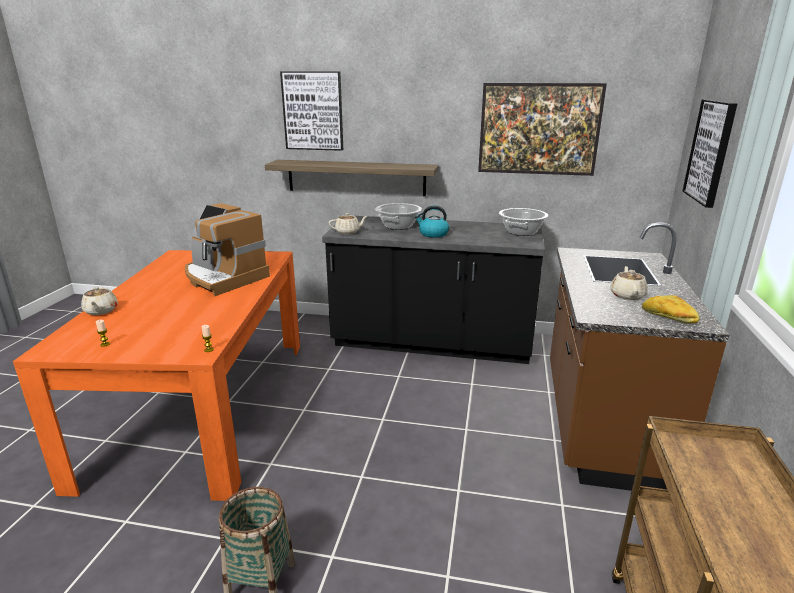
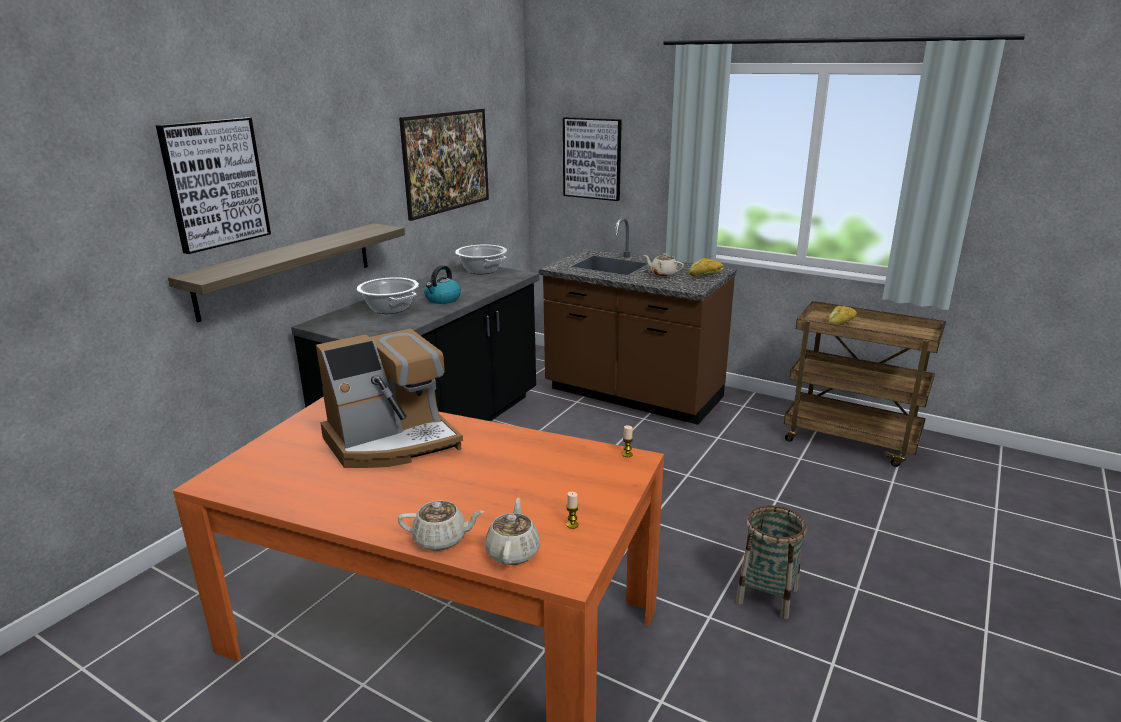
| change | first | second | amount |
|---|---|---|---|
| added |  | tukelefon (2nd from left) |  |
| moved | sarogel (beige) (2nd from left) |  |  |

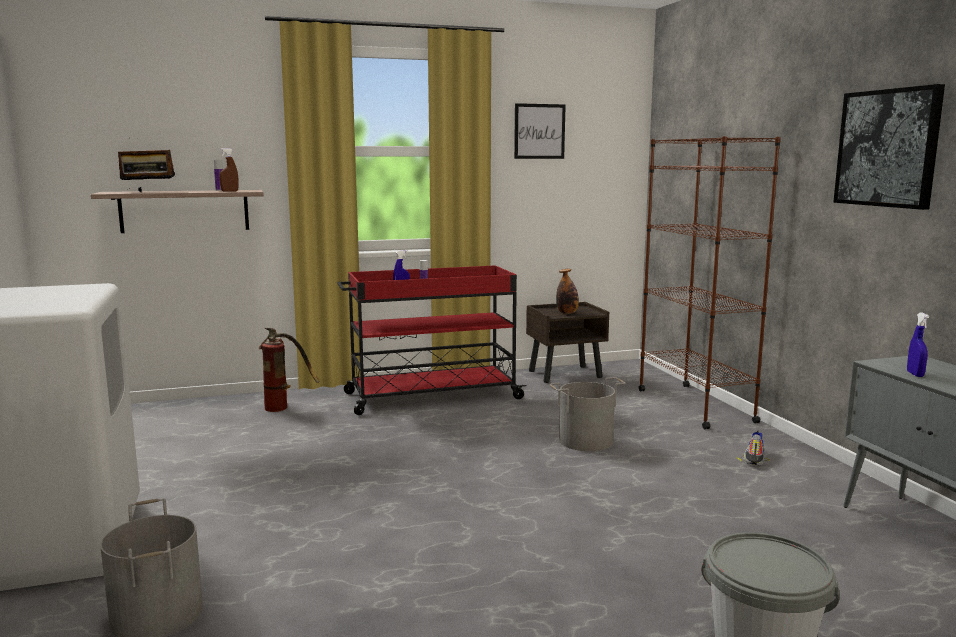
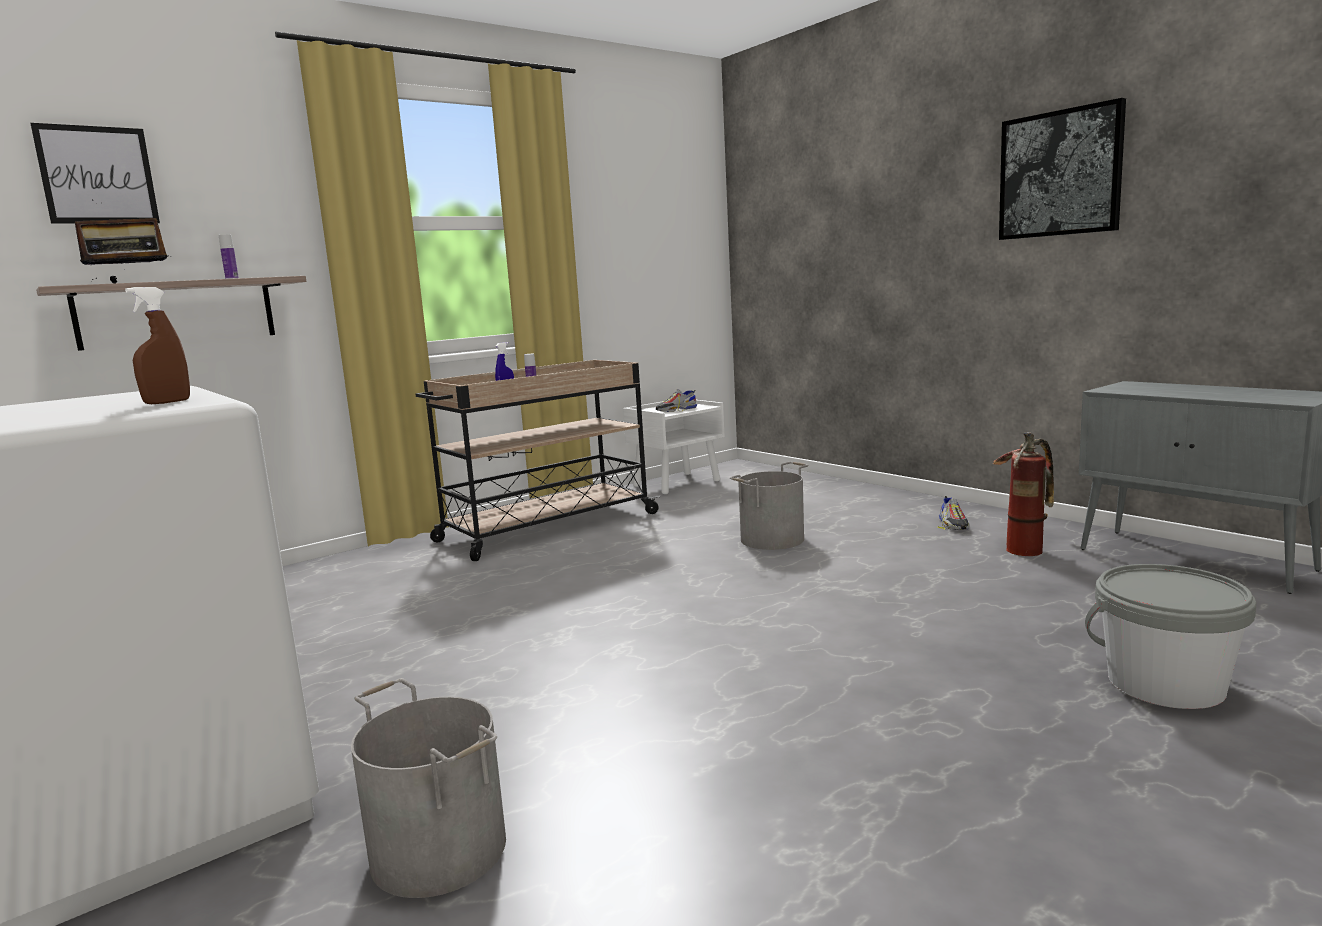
| change | first | second | amount |
|---|---|---|---|
| removed | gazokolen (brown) |  |  |
| removed | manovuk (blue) (2nd from left) |  |  |
| moved | manovuk (brown) |  |  |
| moved | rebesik |  |  |
| moved | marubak (1st from left) |  |  |
| replaced | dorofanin (3rd from left) | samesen (1st from left) |  |
| recoloured | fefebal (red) | fefebal (beige) |  |
| recoloured | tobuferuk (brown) | tobuferuk (white) |  |

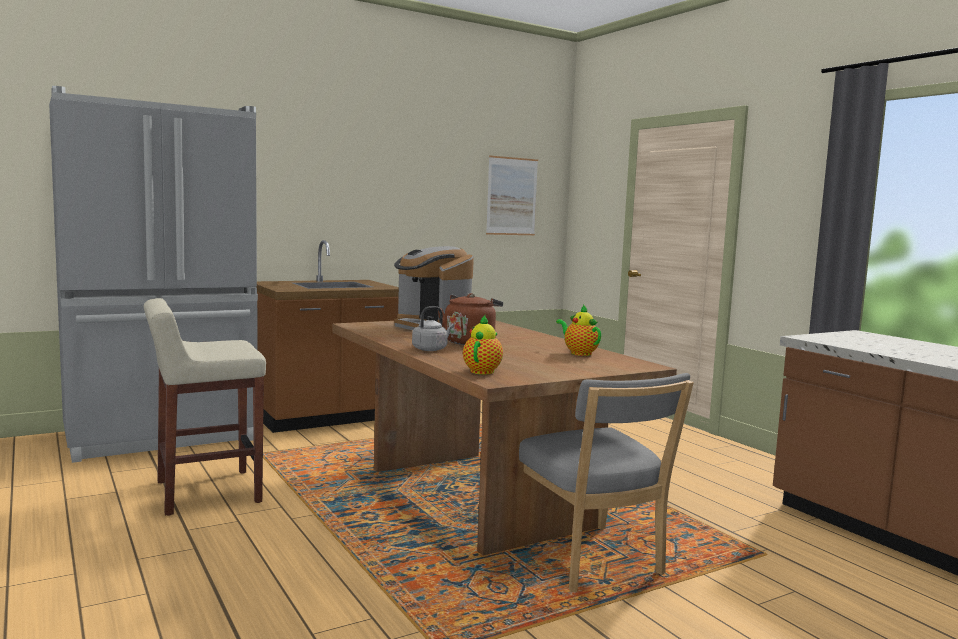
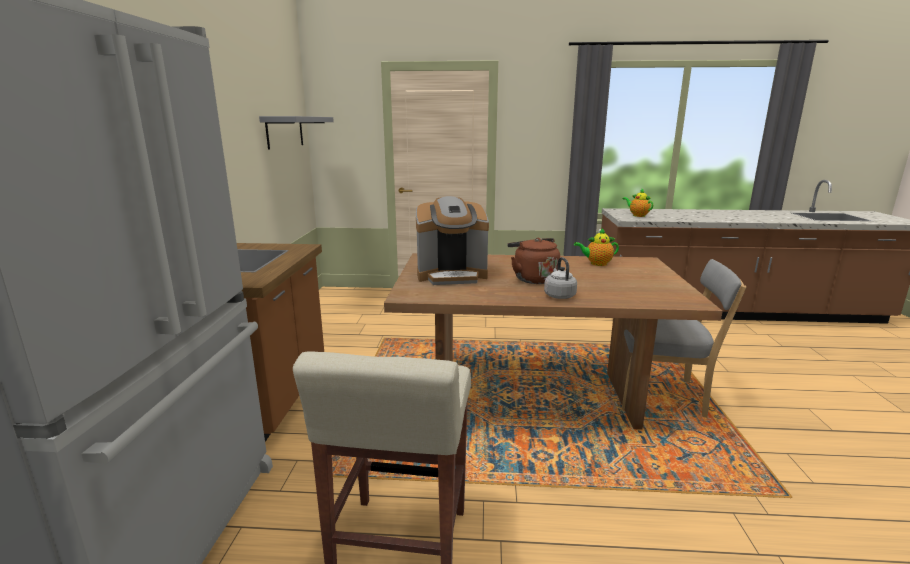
| change | first | second | amount |
|---|---|---|---|
| moved | sarogel (1st from left in the first image) | sarogel (2nd from left) |  |
| replaced | marubak | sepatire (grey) |  |

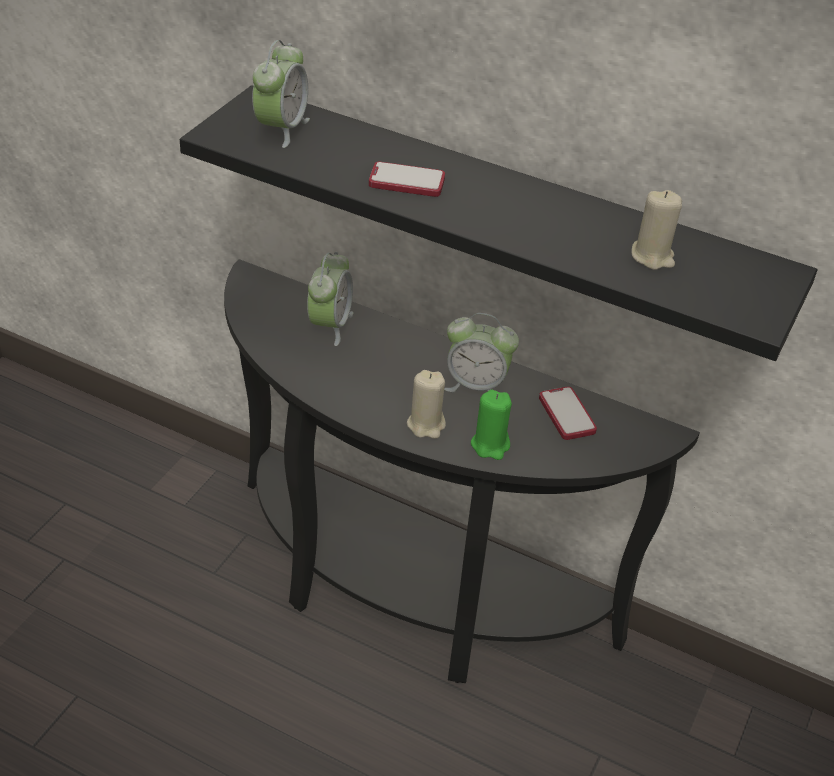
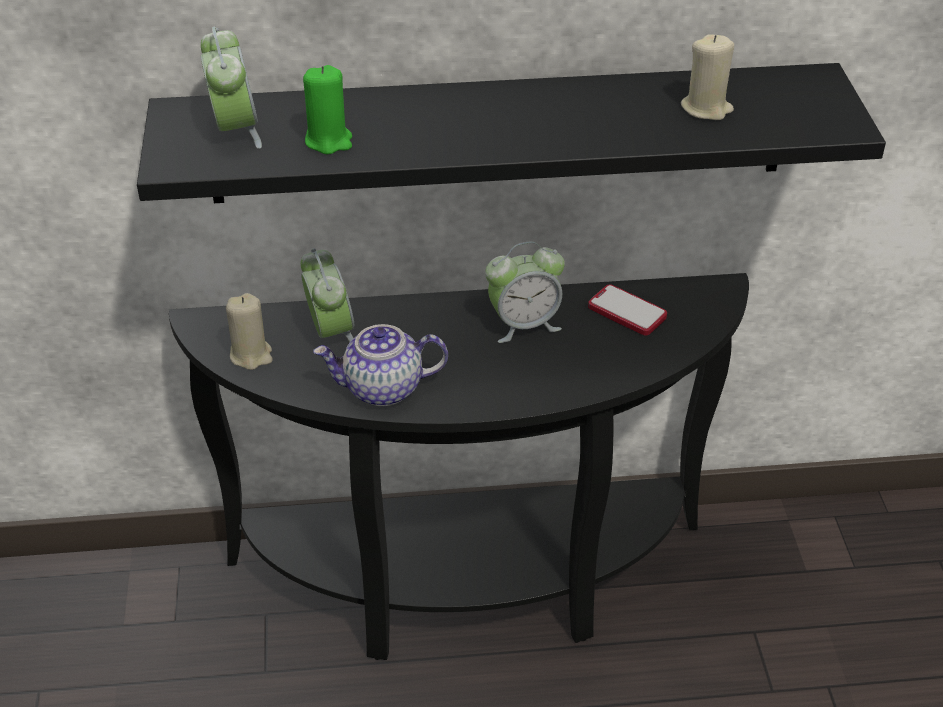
| change | first | second | amount |
|---|---|---|---|
| removed | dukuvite (1st from left) |  |  |
| added |  | sarogel |  |
| moved | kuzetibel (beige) (1st from left) |  |  |
| moved | kuzetibel (green) |  |  |

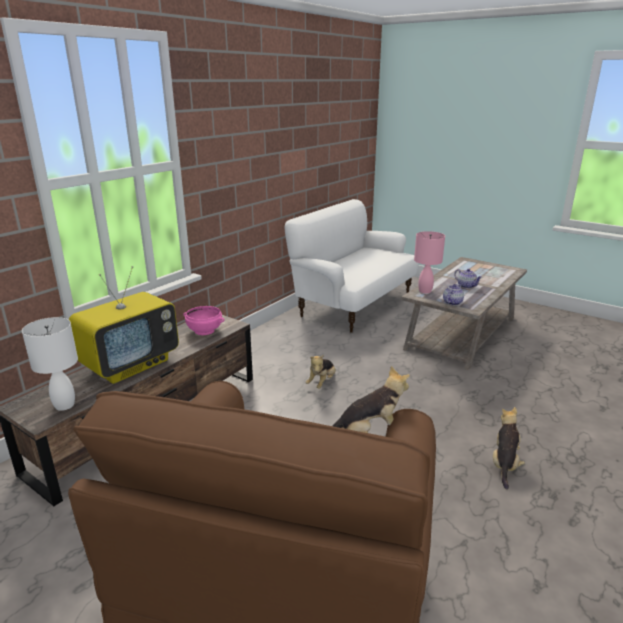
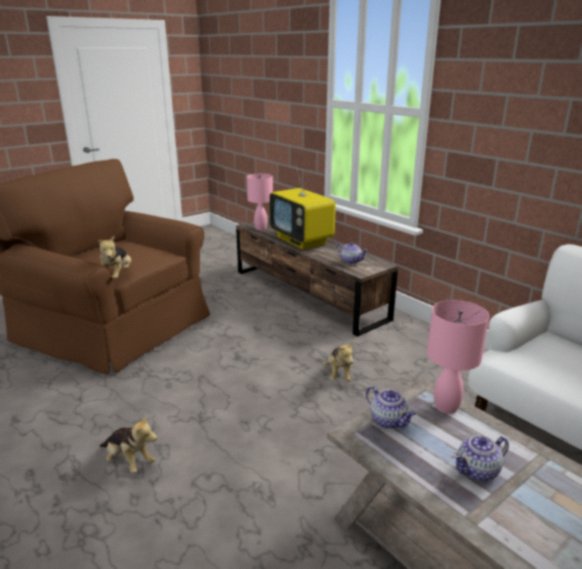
| change | first | second | amount |
|---|---|---|---|
| replaced | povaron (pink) | sarogel (1st from left) |  |
| recoloured | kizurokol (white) | kizurokol (pink) (1st from left) |  |
| turned | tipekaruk (1st from left in the first image) | tipekaruk (3rd from left) | 135 degrees counterclockwise |

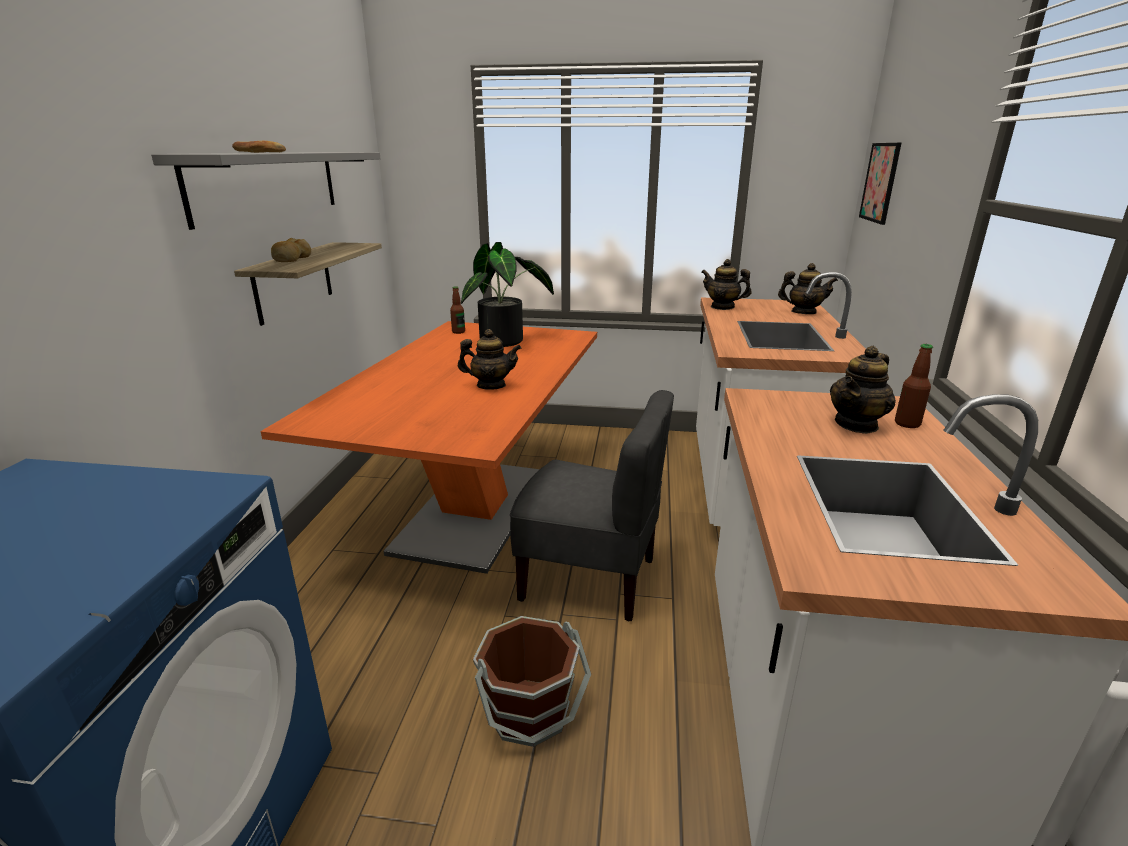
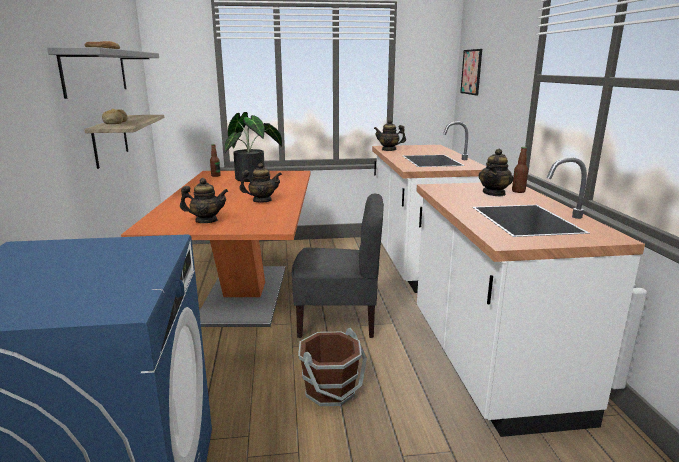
| change | first | second | amount |
|---|---|---|---|
| moved | sarogel (3rd from left in the first image) | sarogel (1st from left) |  |

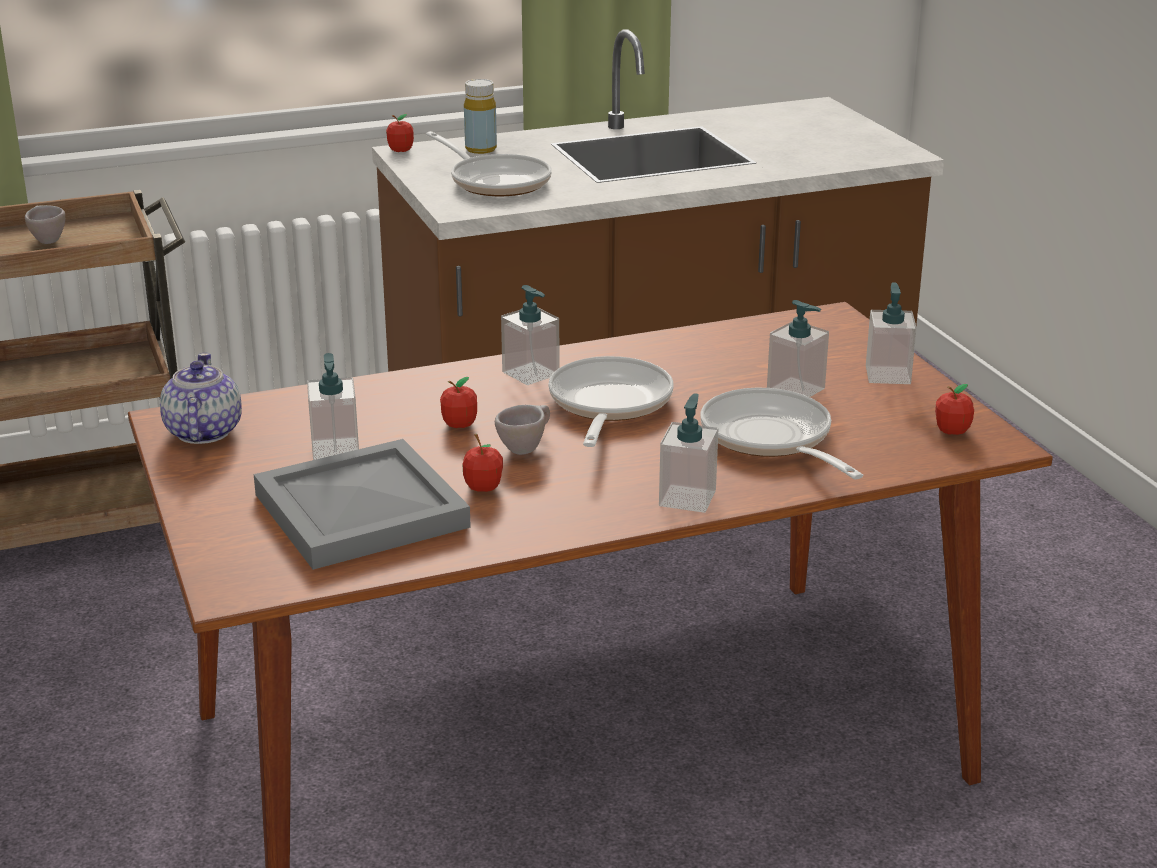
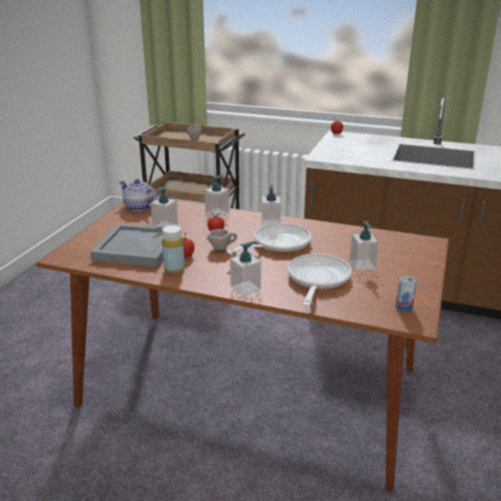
| change | first | second | amount |
|---|---|---|---|
| removed | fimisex (1st from left) |  |  |
| moved | dorofanin (yellow) |  |  |
| moved | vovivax (5th from left in the first image) | vovivax (2nd from left) |  |
| replaced | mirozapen (4th from left) | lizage |  |
| turned | sarogel |  | 90 degrees counterclockwise |

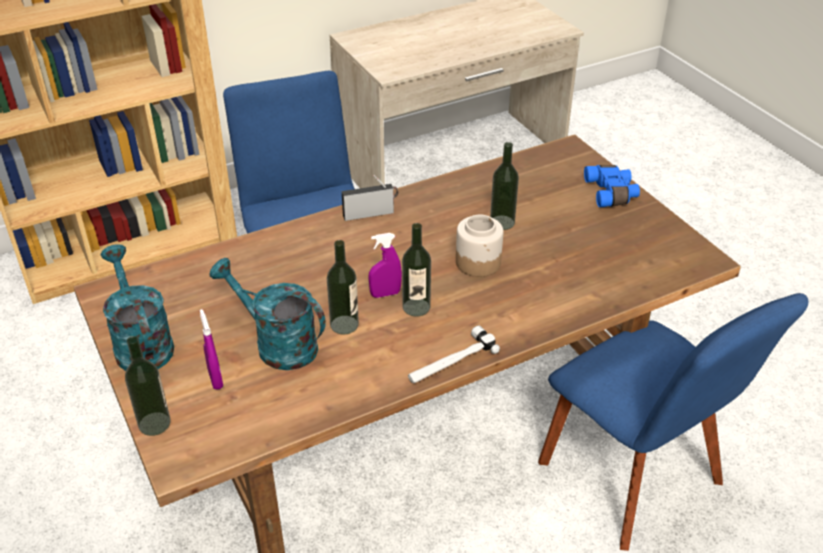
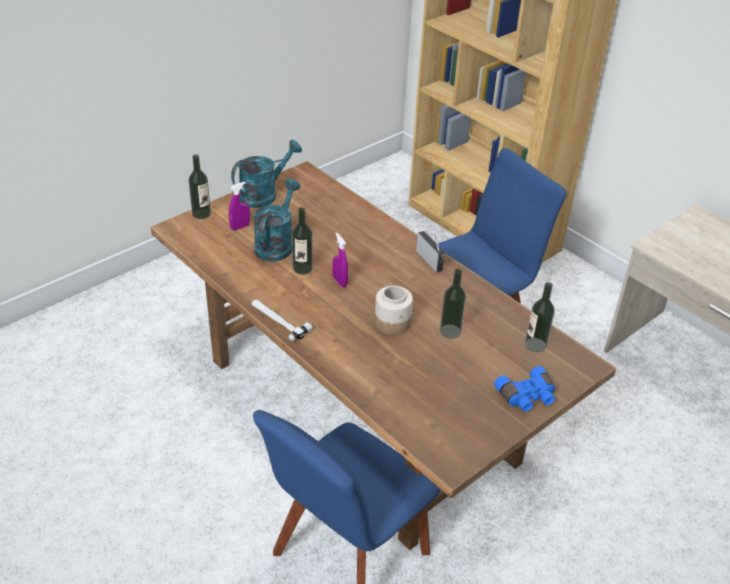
| change | first | second | amount |
|---|---|---|---|
| moved | dorofanin (3rd from left in the first image) | dorofanin (4th from left) |  |

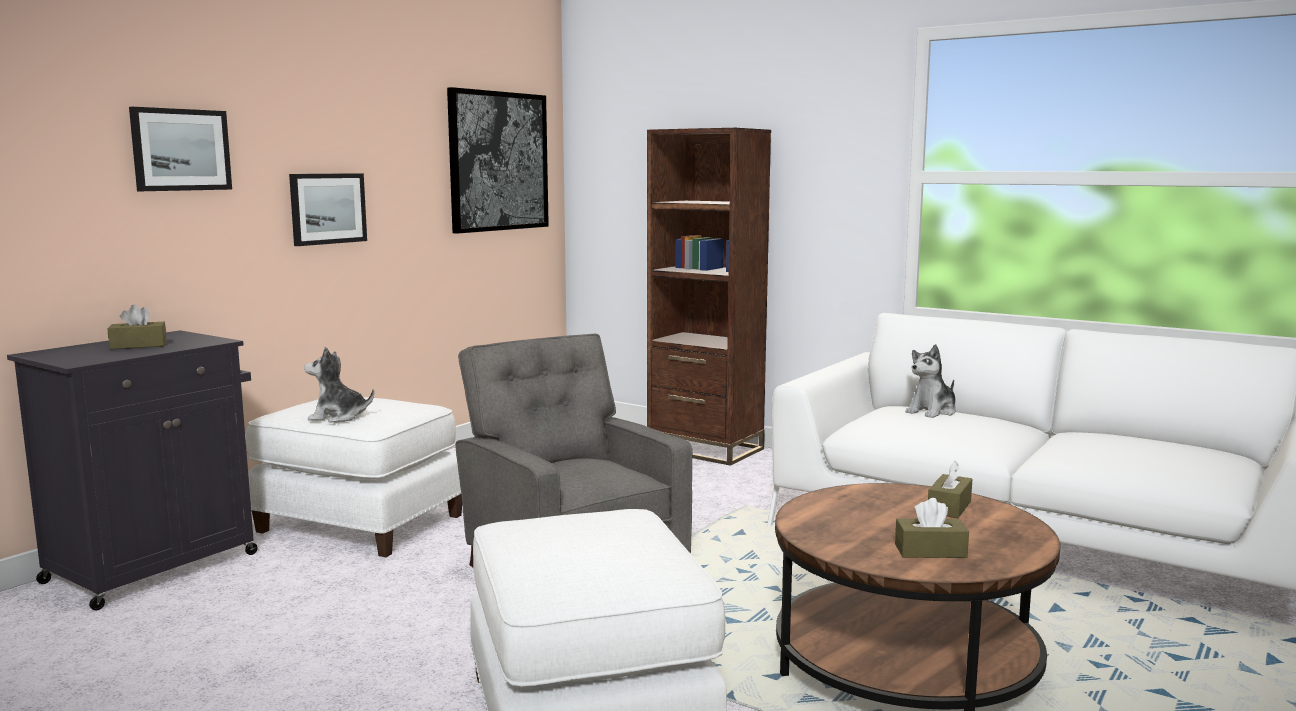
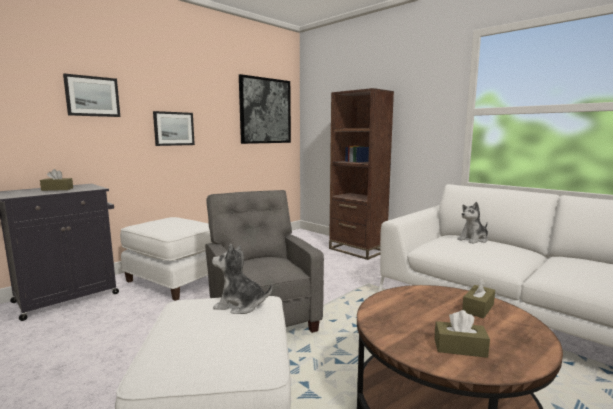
| change | first | second | amount |
|---|---|---|---|
| moved | tipekaruk (1st from left) |  |  |

